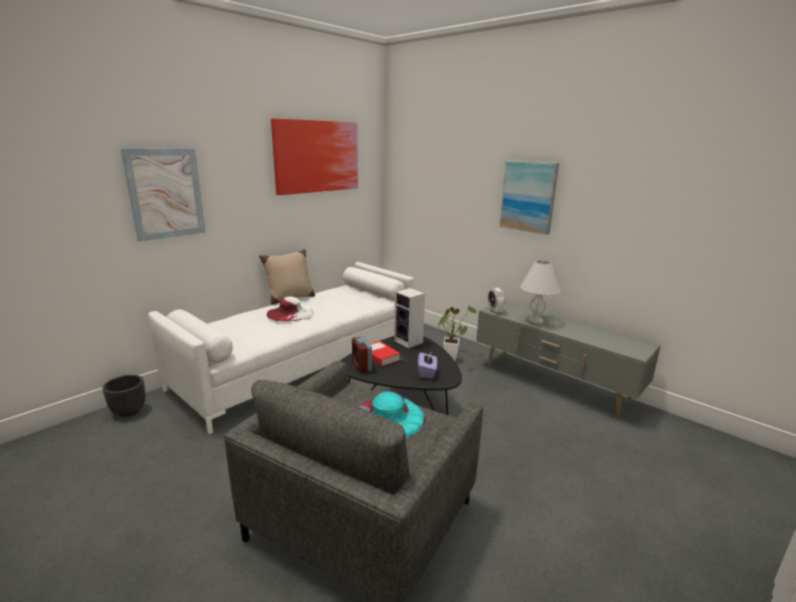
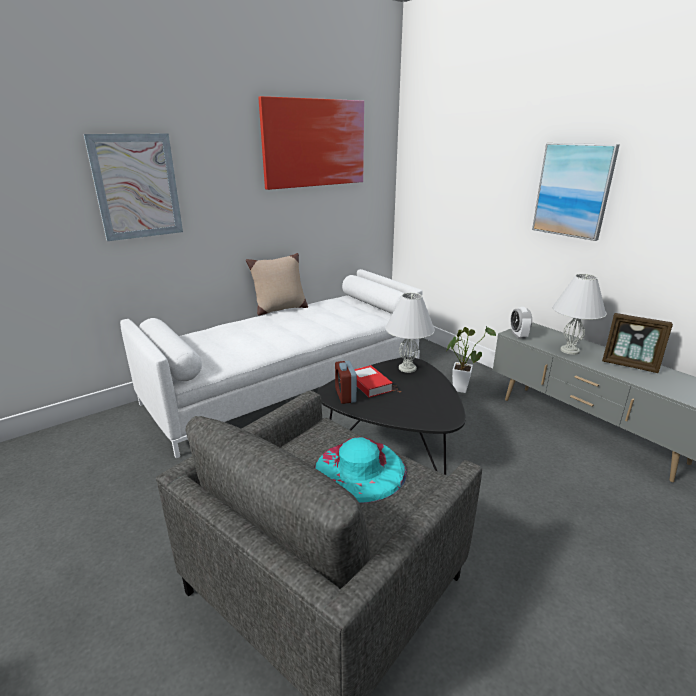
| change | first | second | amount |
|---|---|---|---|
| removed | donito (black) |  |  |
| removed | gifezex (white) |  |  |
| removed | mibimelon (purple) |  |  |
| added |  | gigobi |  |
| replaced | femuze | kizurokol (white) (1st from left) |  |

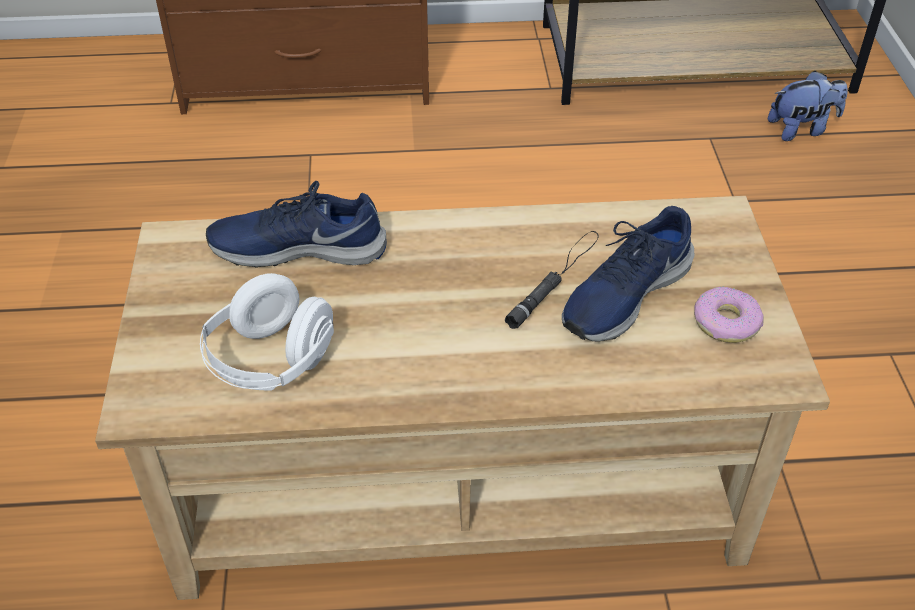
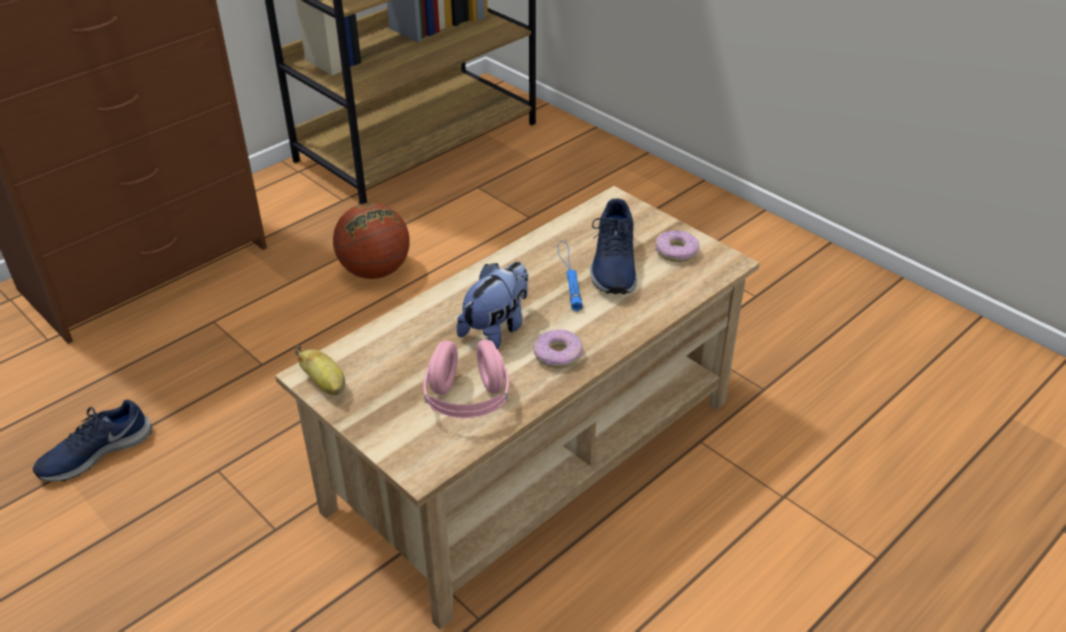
| change | first | second | amount |
|---|---|---|---|
| added |  | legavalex |  |
| added |  | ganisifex |  |
| added |  | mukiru (1st from left) |  |
| moved | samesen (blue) (1st from left) |  |  |
| moved | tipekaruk |  |  |
| recoloured | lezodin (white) | lezodin (pink) |  |
| recoloured | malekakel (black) | malekakel (blue) |  |

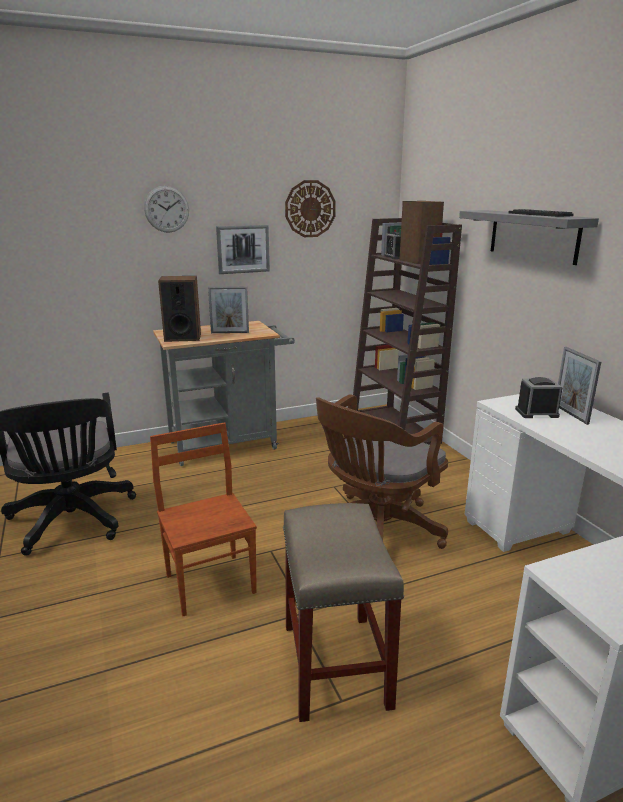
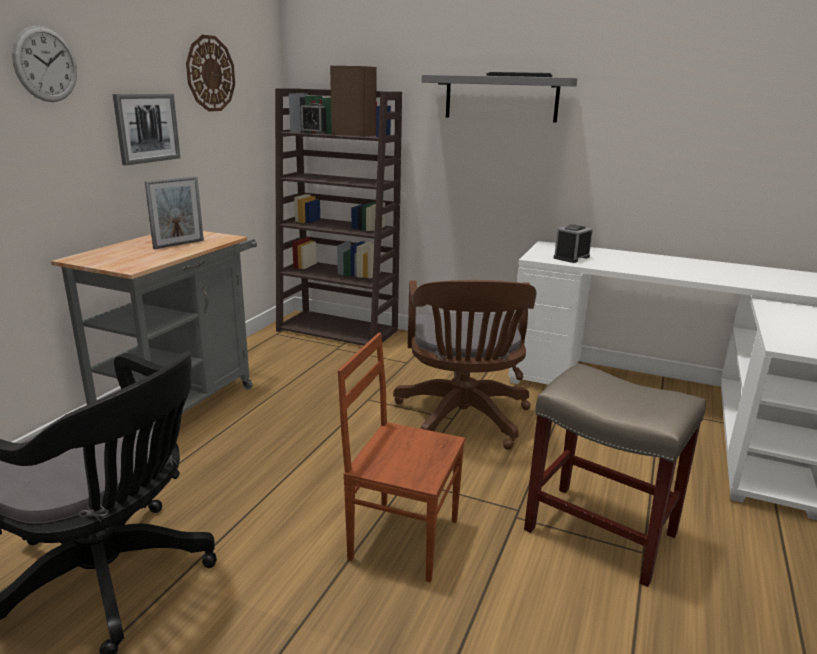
| change | first | second | amount |
|---|---|---|---|
| removed | femuze (1st from left) |  |  |
| removed | gigobi (2nd from left) |  |  |

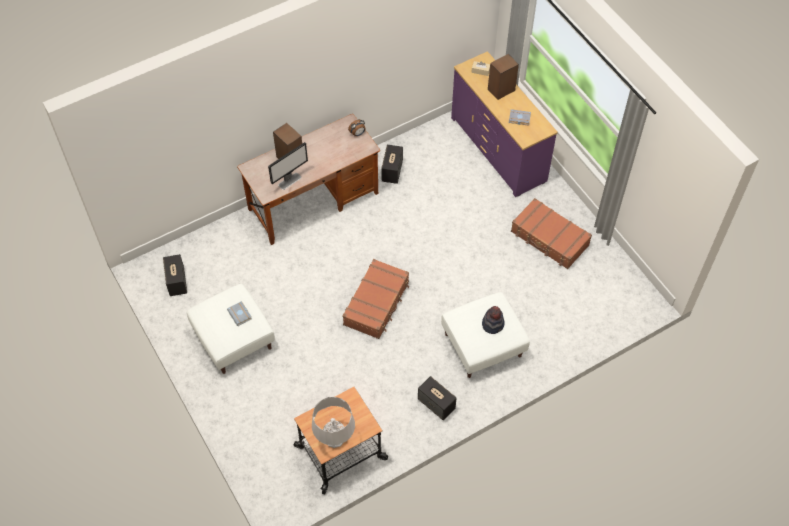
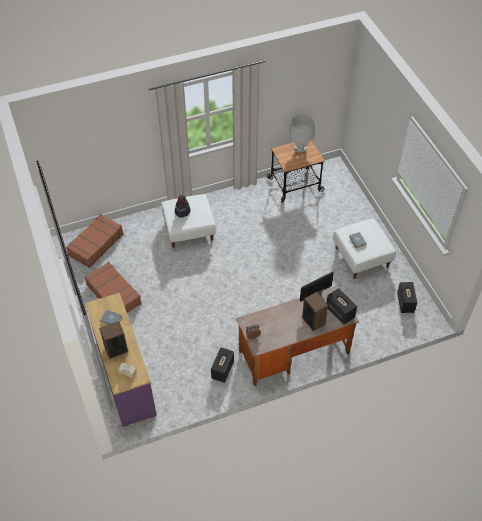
| change | first | second | amount |
|---|---|---|---|
| moved | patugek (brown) (1st from left) |  |  |
| moved | femuze (4th from left) |  |  |

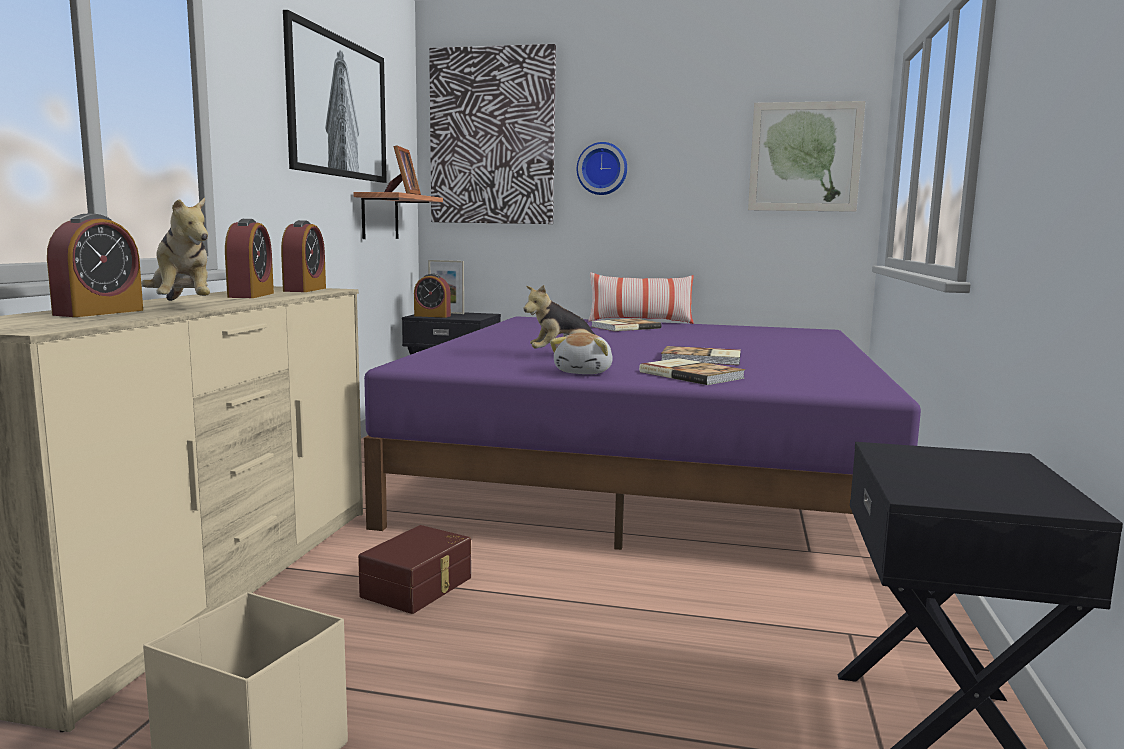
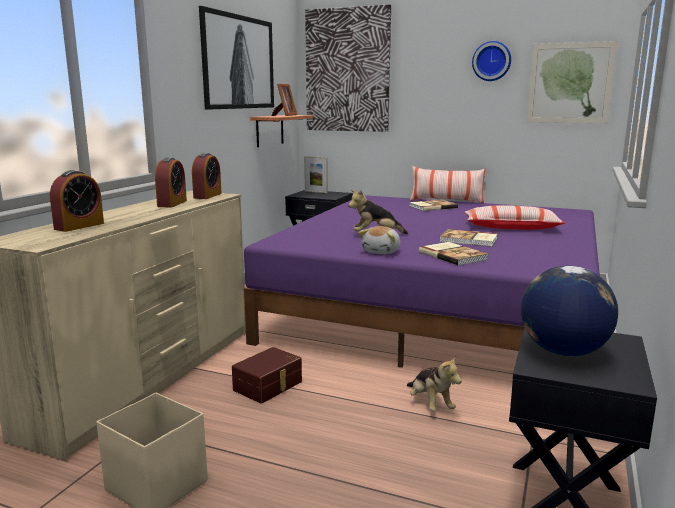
| change | first | second | amount |
|---|---|---|---|
| removed | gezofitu (4th from left) |  |  |
| added |  | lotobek (2nd from left) |  |
| added |  | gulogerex |  |
| moved | tipekaruk (1st from left in the first image) | tipekaruk (3rd from left) |  |
| moved | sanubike |  |  |

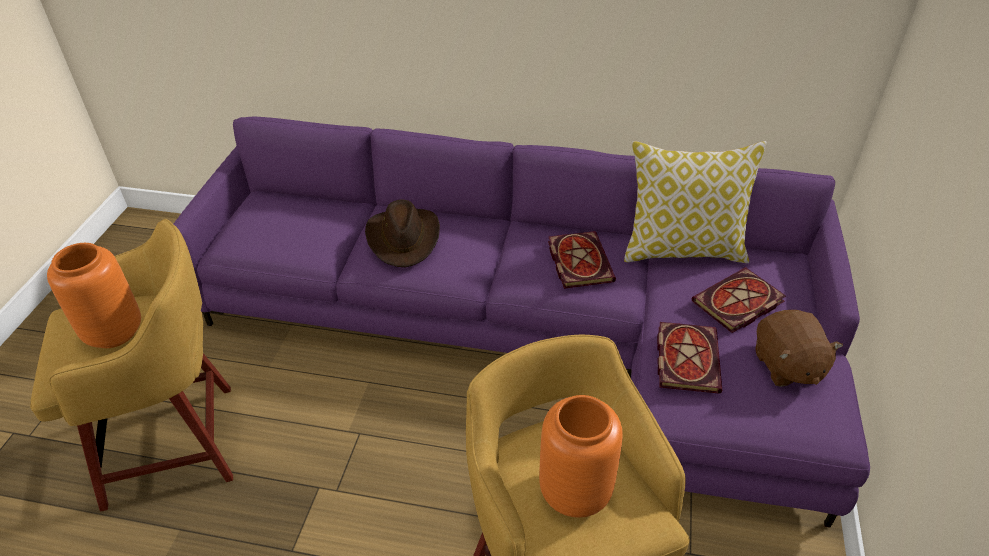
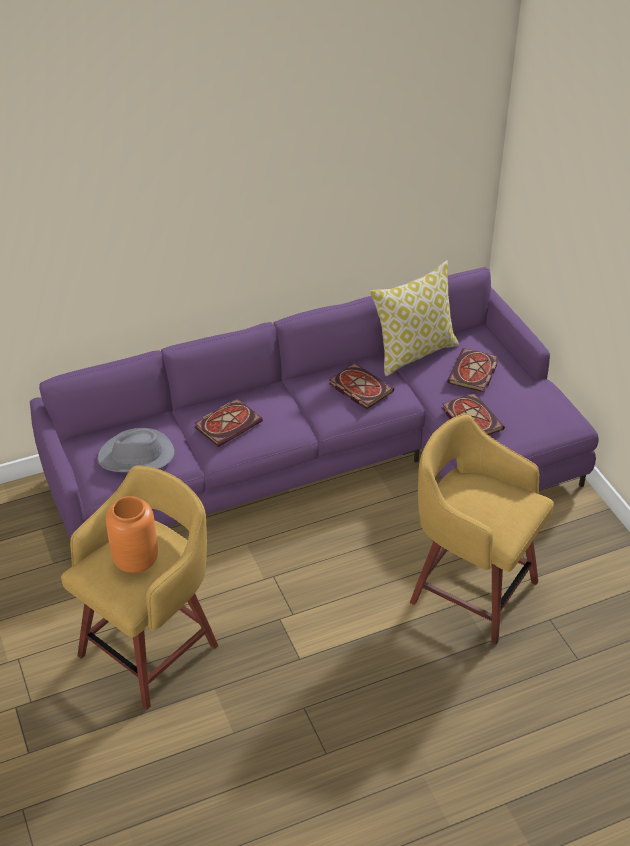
| change | first | second | amount |
|---|---|---|---|
| removed | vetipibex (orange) (2nd from left) |  |  |
| removed | tipekaruk (brown) |  |  |
| added |  | gifezex (grey) |  |
| replaced | gifezex (brown) | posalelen (1st from left) |  |

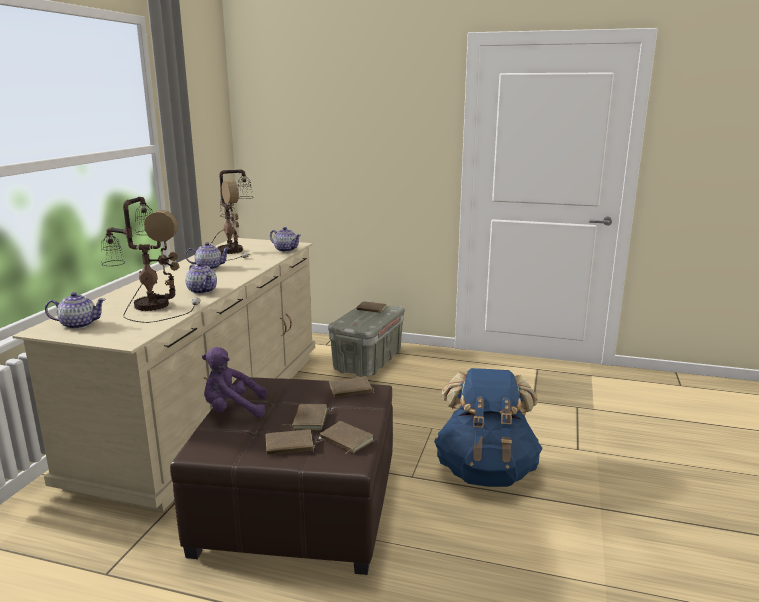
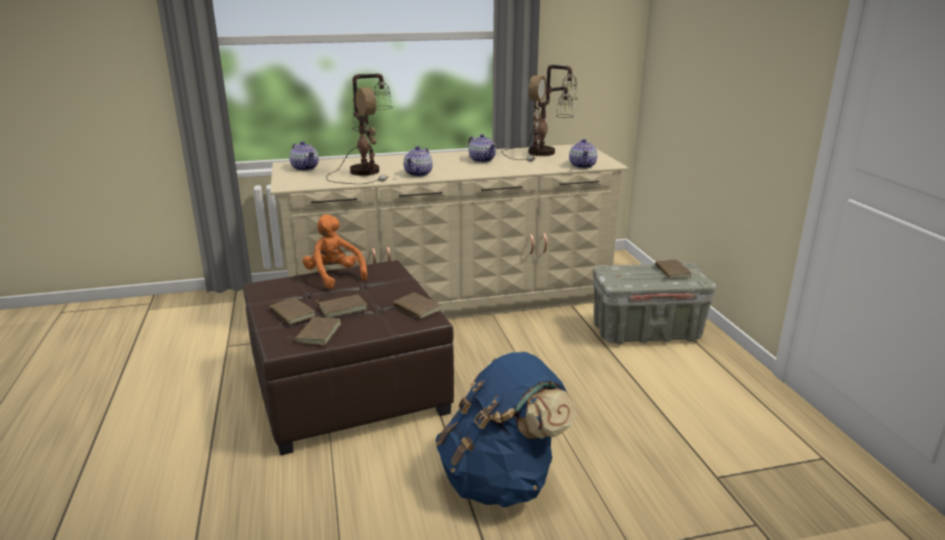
| change | first | second | amount |
|---|---|---|---|
| recoloured | tipekaruk (purple) | tipekaruk (orange) |  |

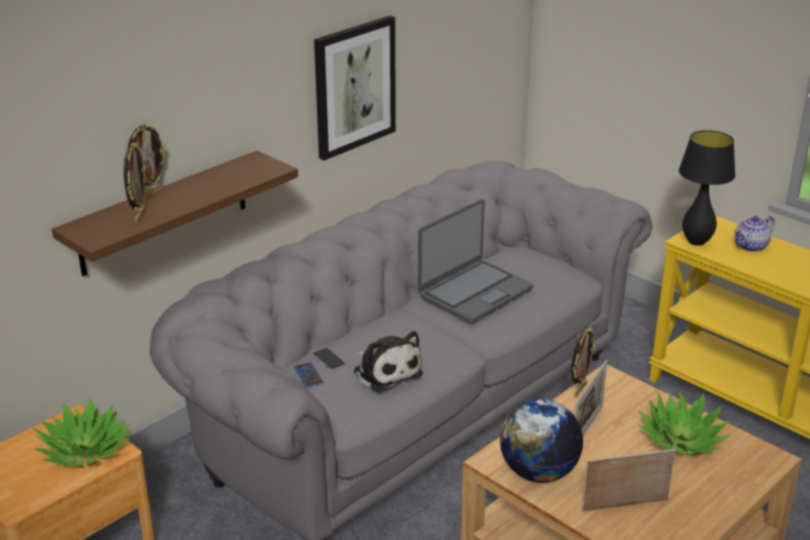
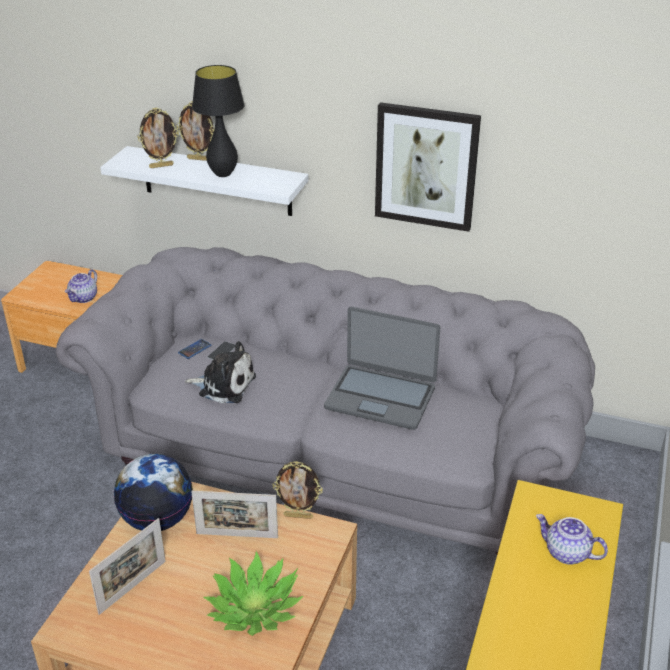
| change | first | second | amount |
|---|---|---|---|
| moved | kizurokol (black) |  |  |
| replaced | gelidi (1st from left) | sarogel (1st from left) |  |
| recoloured | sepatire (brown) | sepatire (white) |  |
| turned | tipekaruk |  | 105 degrees counterclockwise |
| turned | gigobi (5th from left in the first image) | gigobi (1st from left) | 75 degrees clockwise |

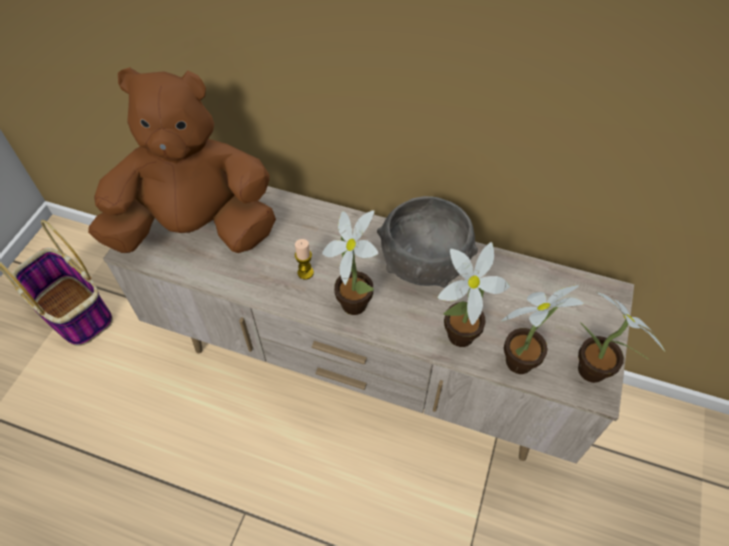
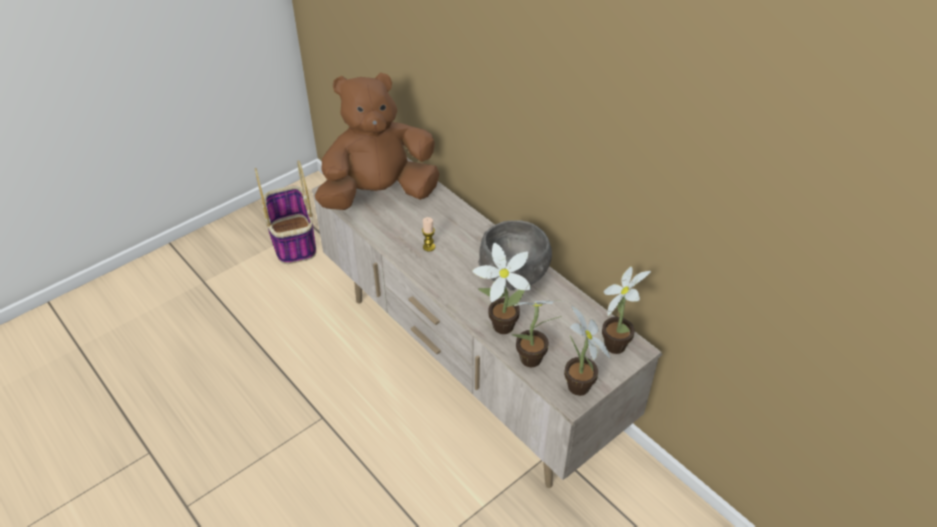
| change | first | second | amount |
|---|---|---|---|
| moved | gelidi (1st from left in the first image) | gelidi (4th from left) |  |
| turned | tipekaruk (brown) |  | 45 degrees counterclockwise |

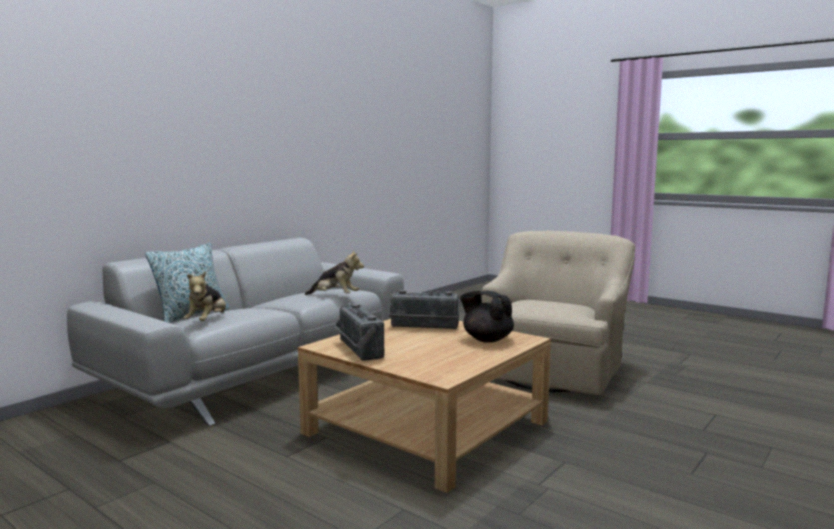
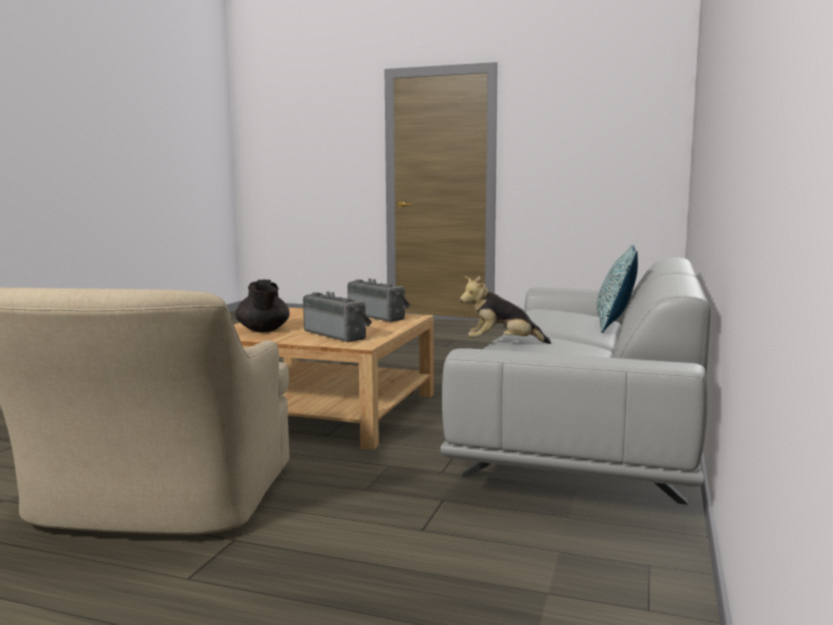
| change | first | second | amount |
|---|---|---|---|
| removed | tipekaruk (1st from left) |  |  |
| turned | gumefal (2nd from left in the first image) | gumefal (1st from left) | 60 degrees clockwise |
| turned | sarogel (black) |  | 60 degrees clockwise |

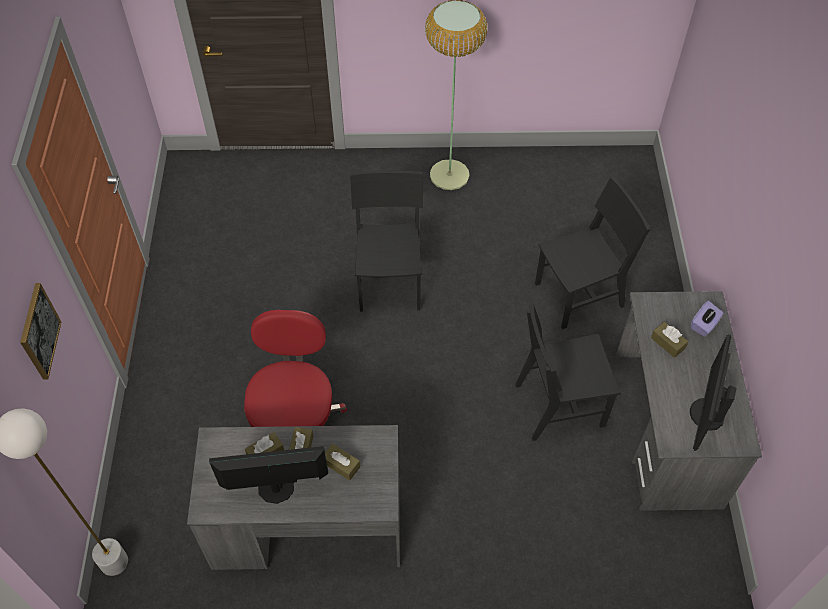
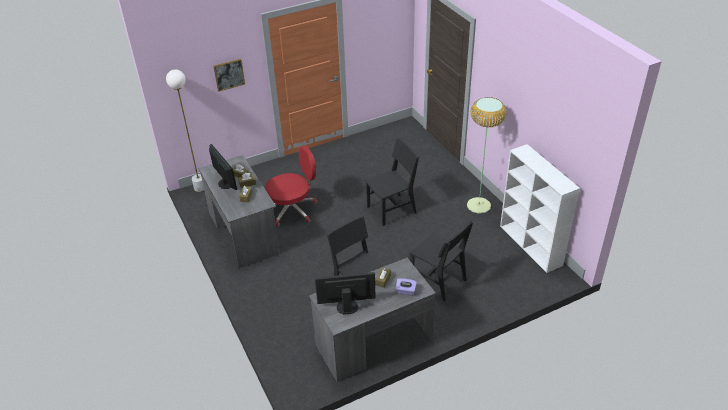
| change | first | second | amount |
|---|---|---|---|
| added |  | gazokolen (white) |  |

